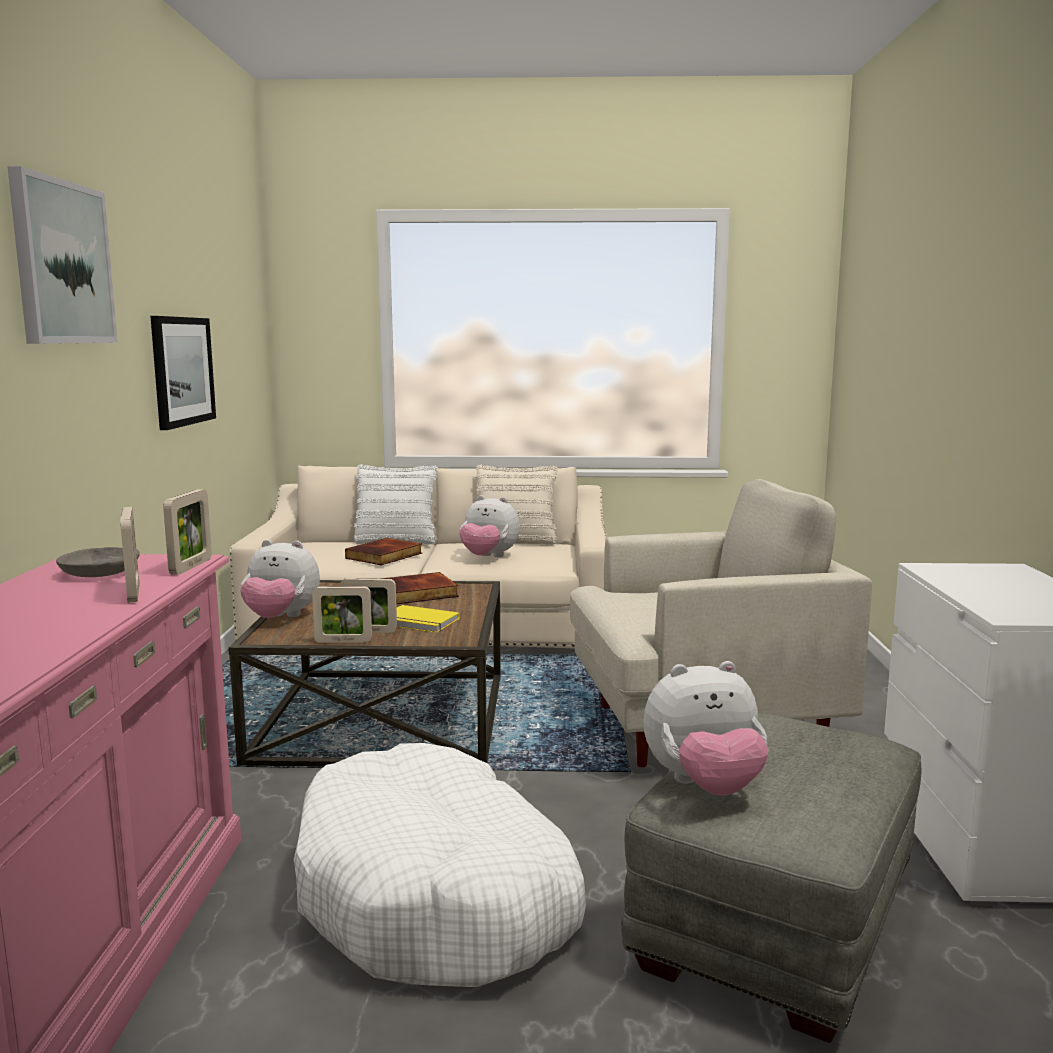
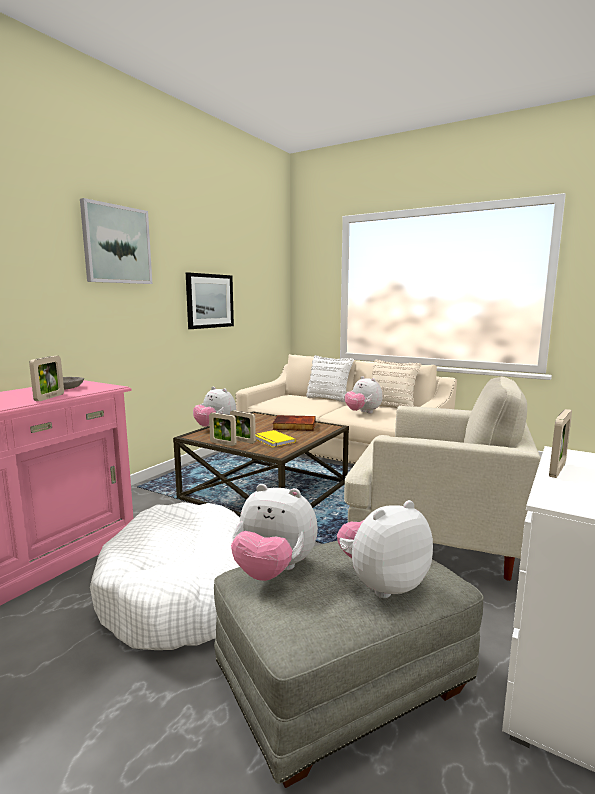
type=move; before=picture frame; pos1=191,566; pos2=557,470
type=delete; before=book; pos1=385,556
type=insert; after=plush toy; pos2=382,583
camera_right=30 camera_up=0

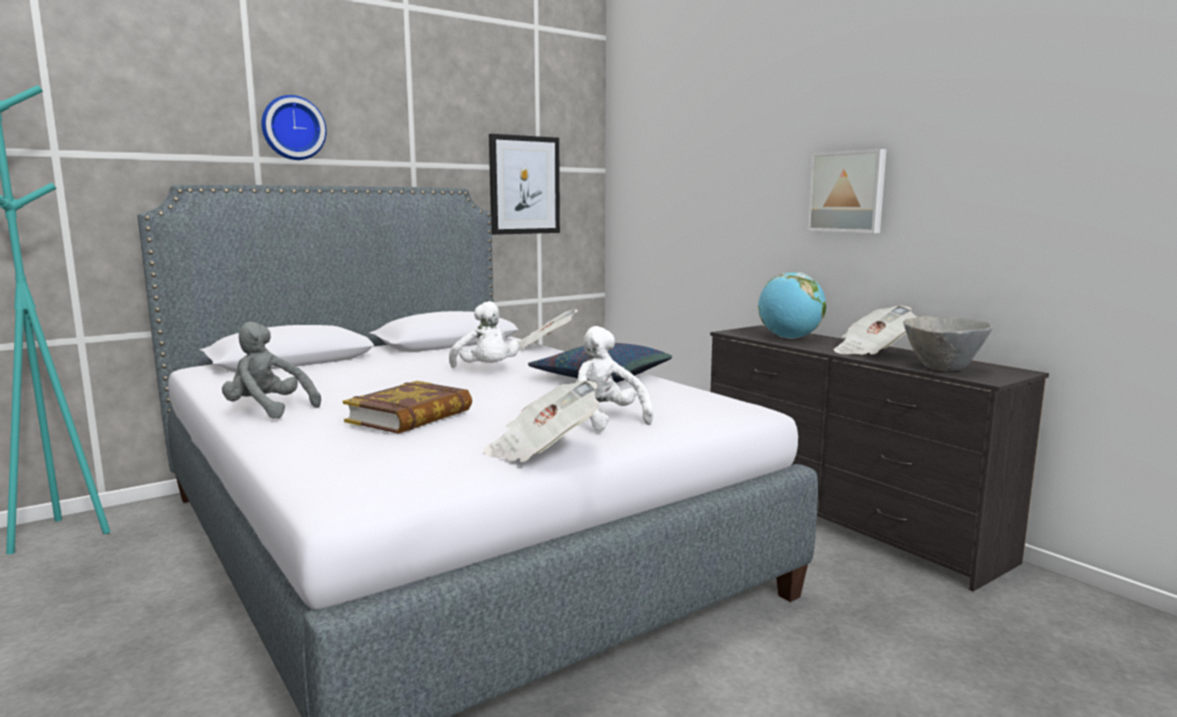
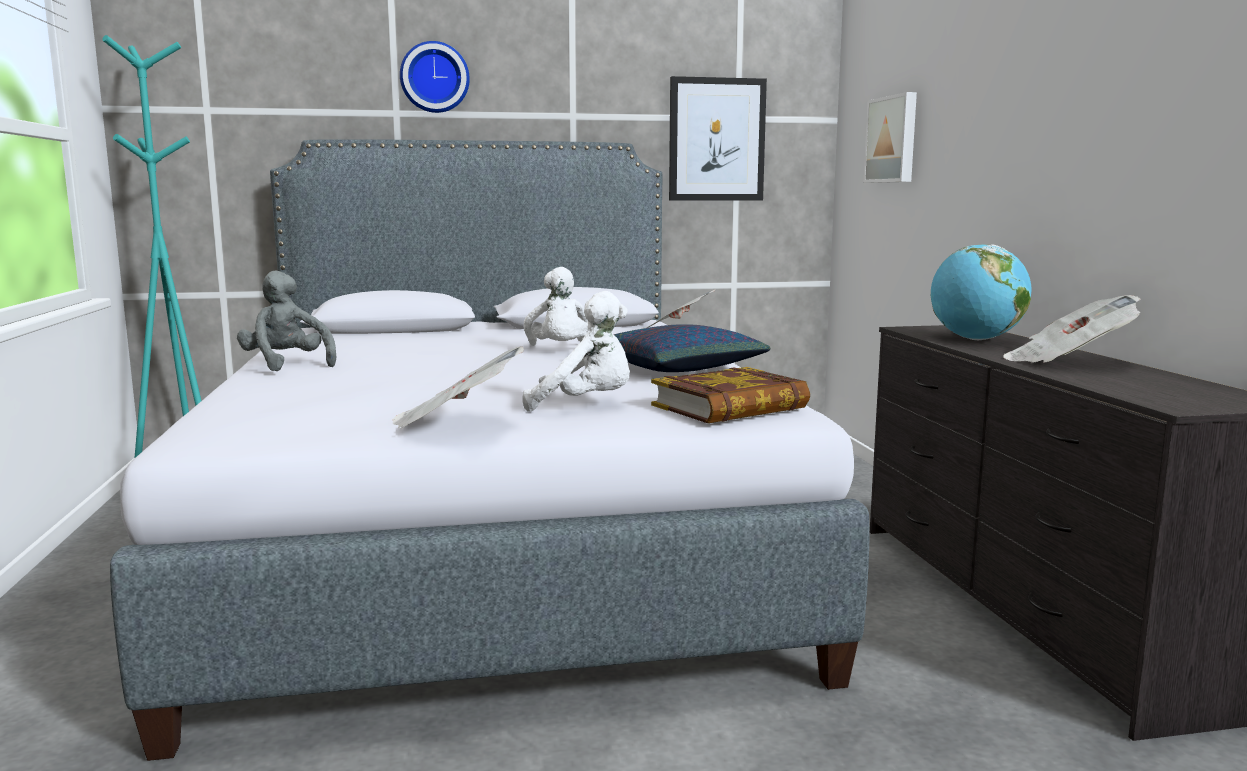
type=move; before=book; pos1=410,416; pos2=730,407
type=rotate; before=white plush toy; pos1=602,419; pos2=585,405; turn=105
type=move; before=picture; pos1=848,192; pos2=893,139
type=delete; before=grey bowl; pos1=942,368
camera_right=25 camera_up=0

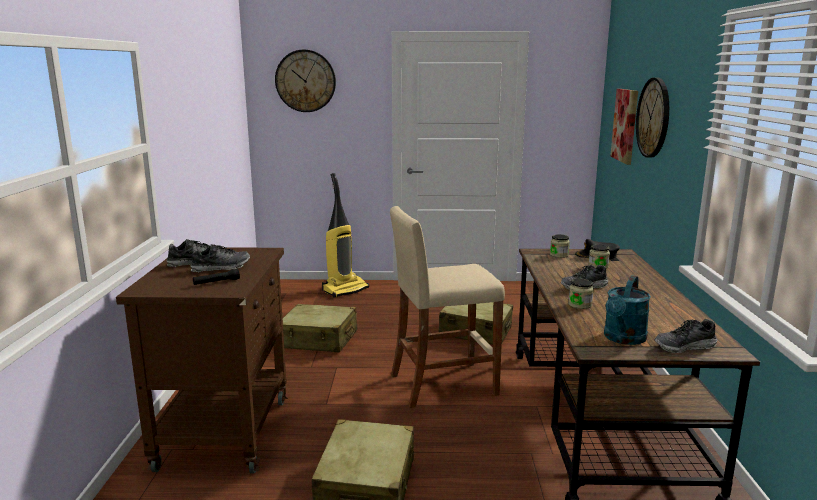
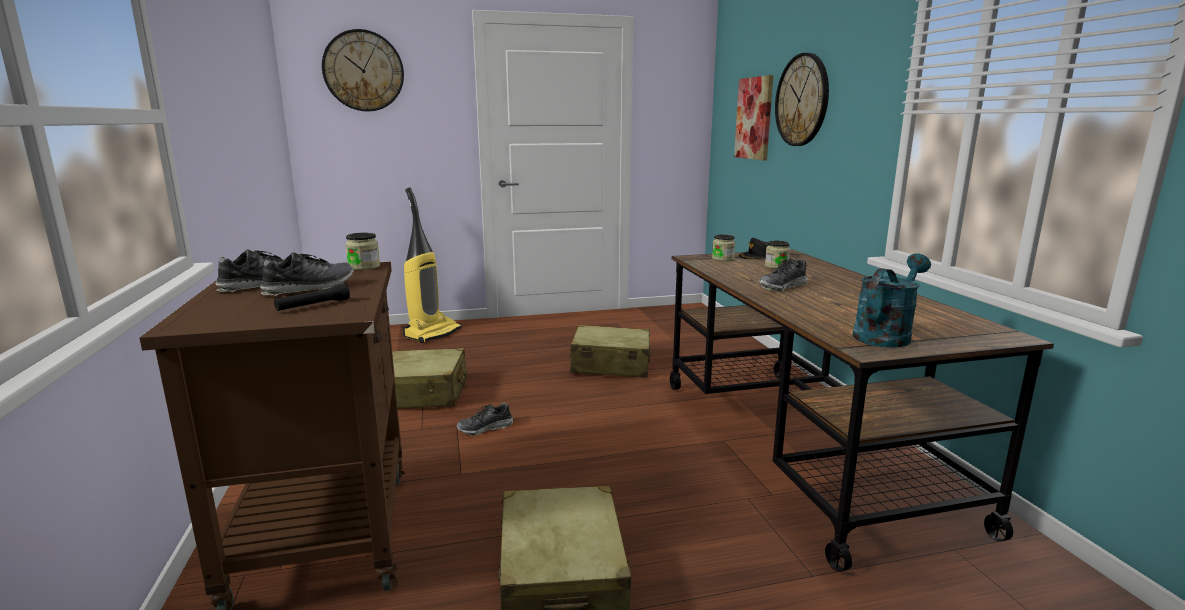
type=delete; before=beige stool; pos1=442,384
type=move; before=jar; pos1=580,305; pos2=364,267
type=rotate; before=turquoise watering can; pos1=623,339; pos2=885,335; turn=-150
type=move; before=shoe; pos1=684,347; pos2=485,428
camera_right=-15 camera_up=0

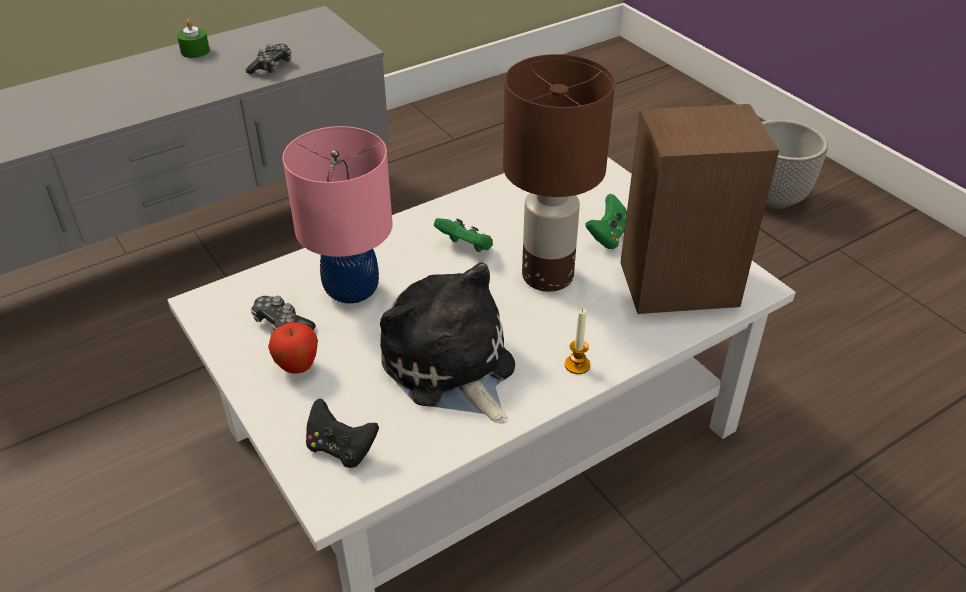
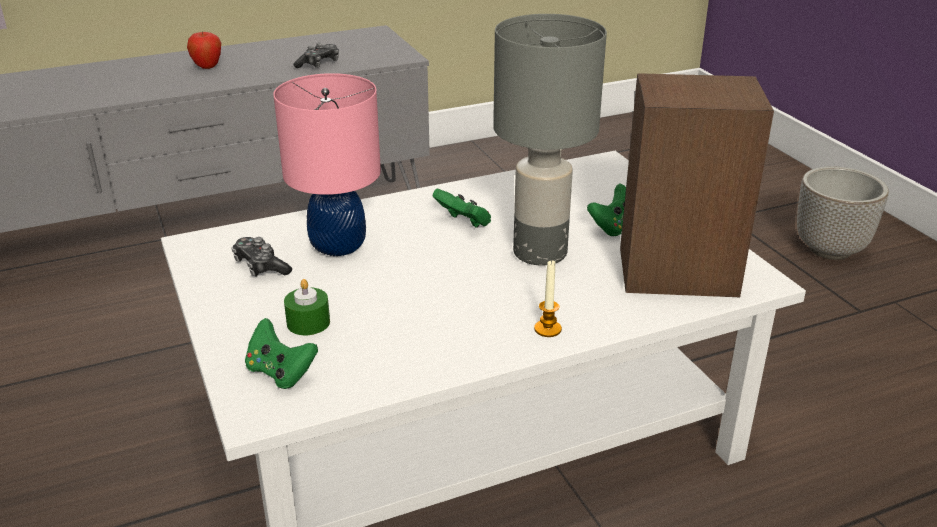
type=move; before=green candle; pos1=195,51; pos2=308,322
type=move; before=apple; pos1=297,367; pos2=207,67
type=recolor; before=black game controller; after=green game controller; pos1=341,448; pos2=280,373
type=delete; before=plush toy; pos1=450,368
type=recolor; before=brown table lamp; after=grey table lamp; pos1=548,275; pos2=540,252
camera_right=10 camera_up=-10

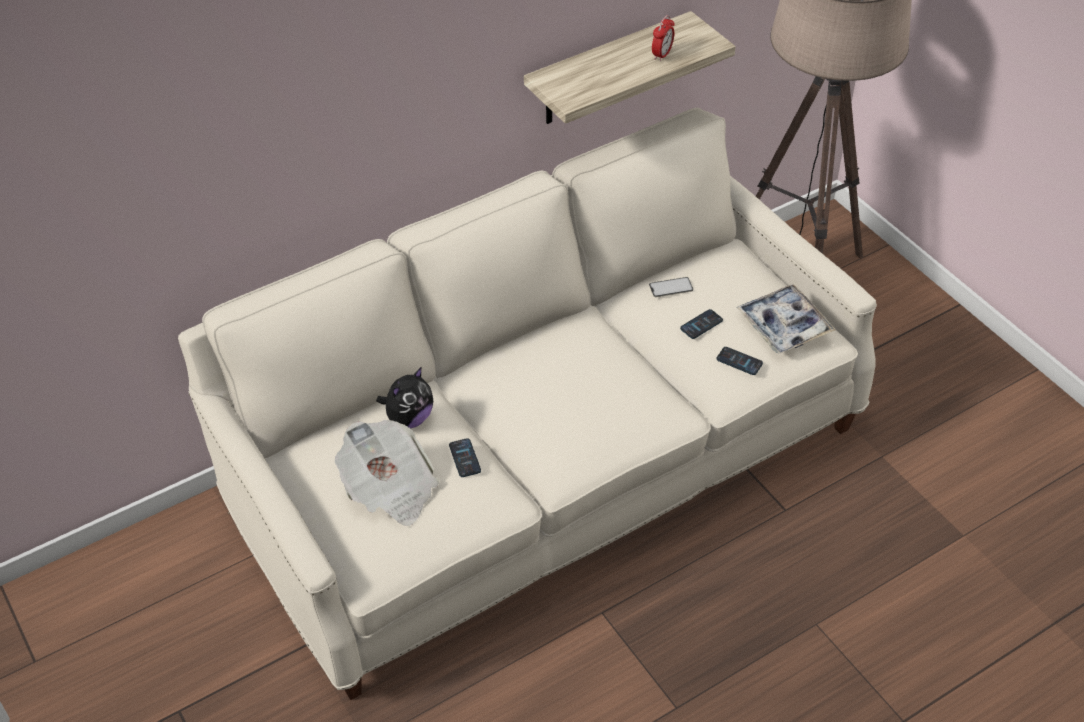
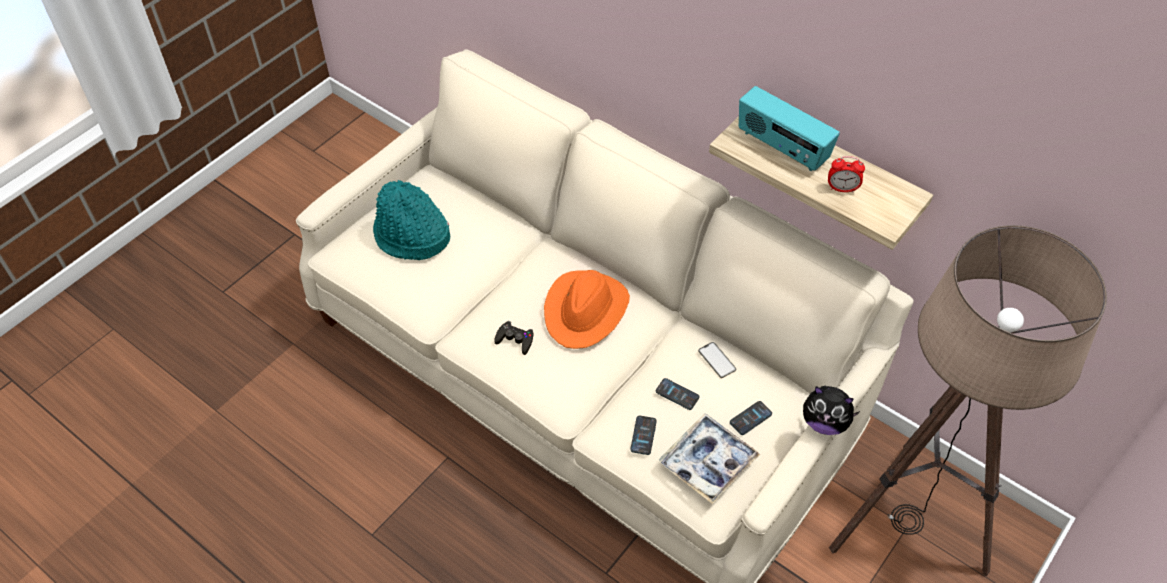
type=replace; before=newspaper; after=turquoise hat; pos1=390,489; pos2=411,237
type=move; before=plush toy; pos1=409,418; pos2=824,422
type=move; before=phone; pos1=465,458; pos2=750,418
type=insert; after=black game controller; pos2=515,340
type=insert; after=orange hat; pos2=585,311
type=insert; after=radio; pos2=782,148
camera_right=70 camera_up=5

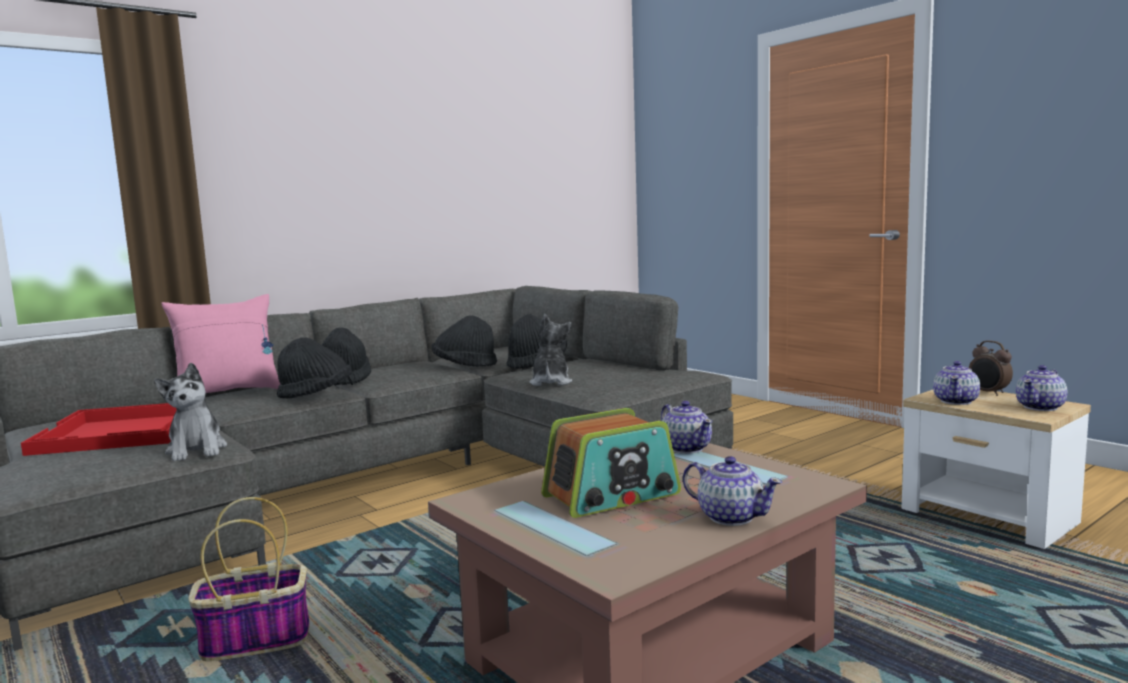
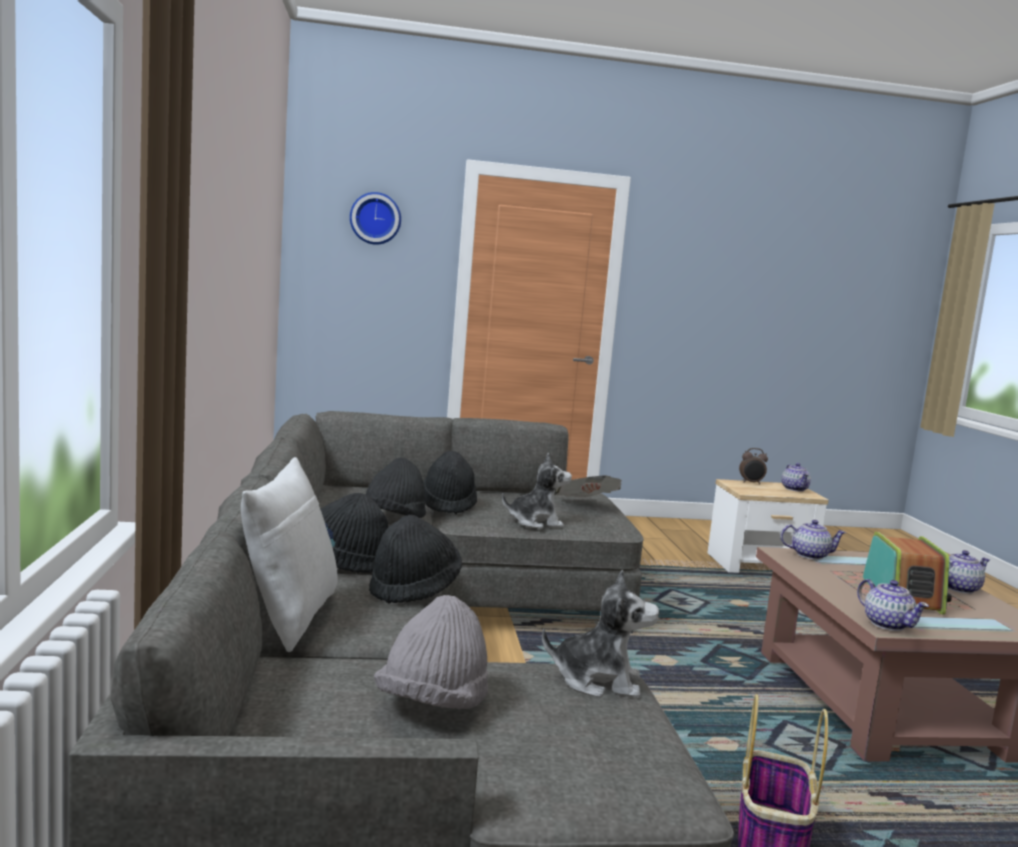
type=replace; before=red tray; after=grey hat; pos1=122,431; pos2=433,704
type=recolor; before=pink pillow; after=grey pillow; pos1=228,393; pos2=290,619
type=rotate; before=plush toy; pos1=550,382; pos2=535,522; turn=135
type=move; before=teapot; pos1=956,401; pos2=887,624
type=insert; after=wall clock; pos2=375,218
type=insert; after=newspaper; pos2=586,505
camera_right=-60 camera_up=0

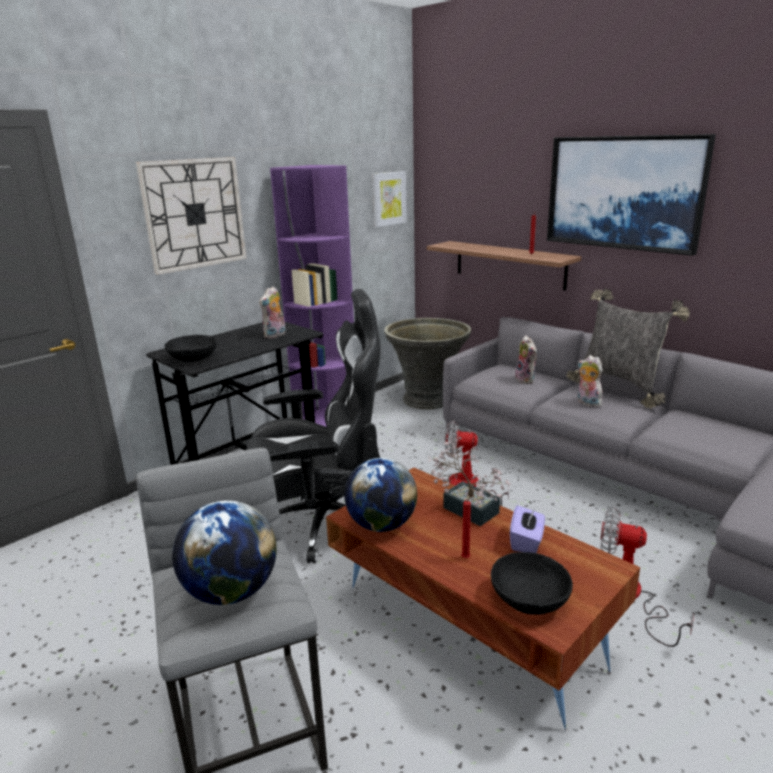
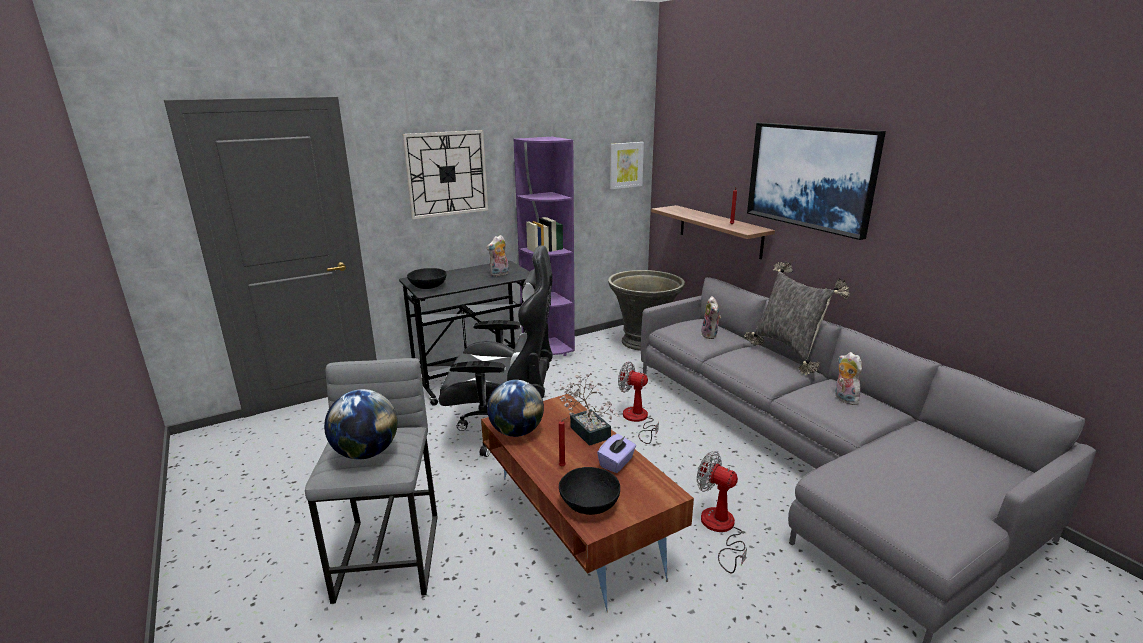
type=move; before=plush toy; pos1=587,403; pos2=843,399
camera_right=15 camera_up=0

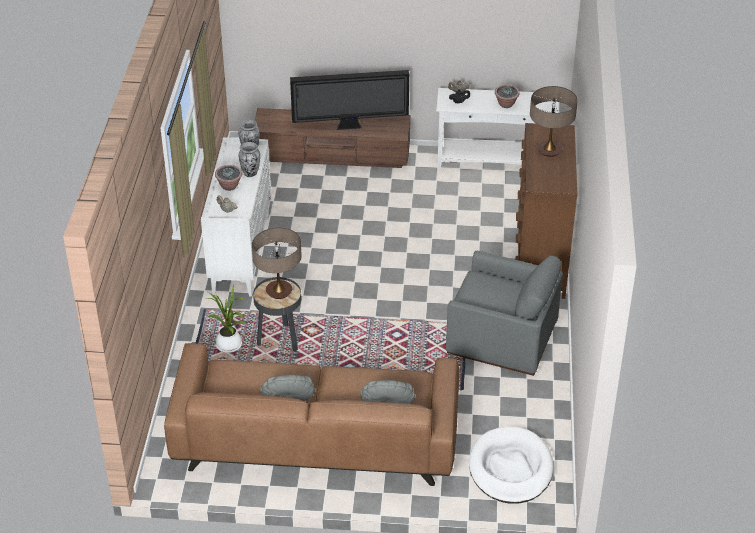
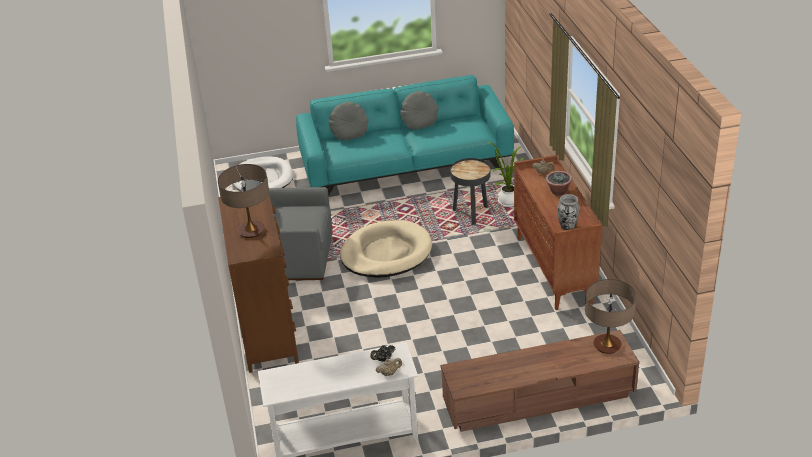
type=recolor; before=brown sofa; after=turquoise sofa; pos1=315,440; pos2=405,164
type=recolor; before=white cabinet; after=brown cabinet; pos1=241,253; pos2=553,270
type=delete; before=vase; pos1=250,173
type=move; before=table lamp; pos1=279,291; pos2=607,345
type=delete; before=television; pos1=350,126
type=delete; before=potted plant; pos1=506,104
type=insert; after=beige dog bed; pos2=386,253
camera_right=165 camera_up=-5

